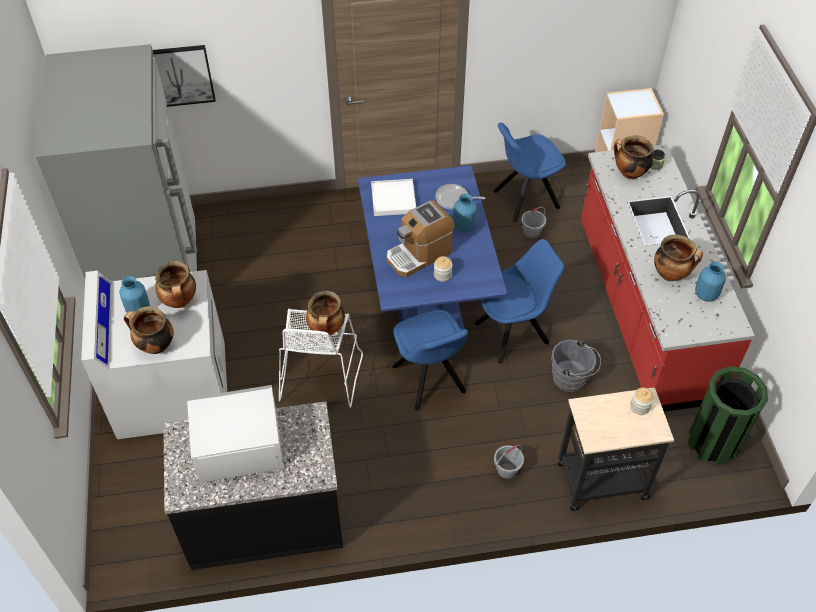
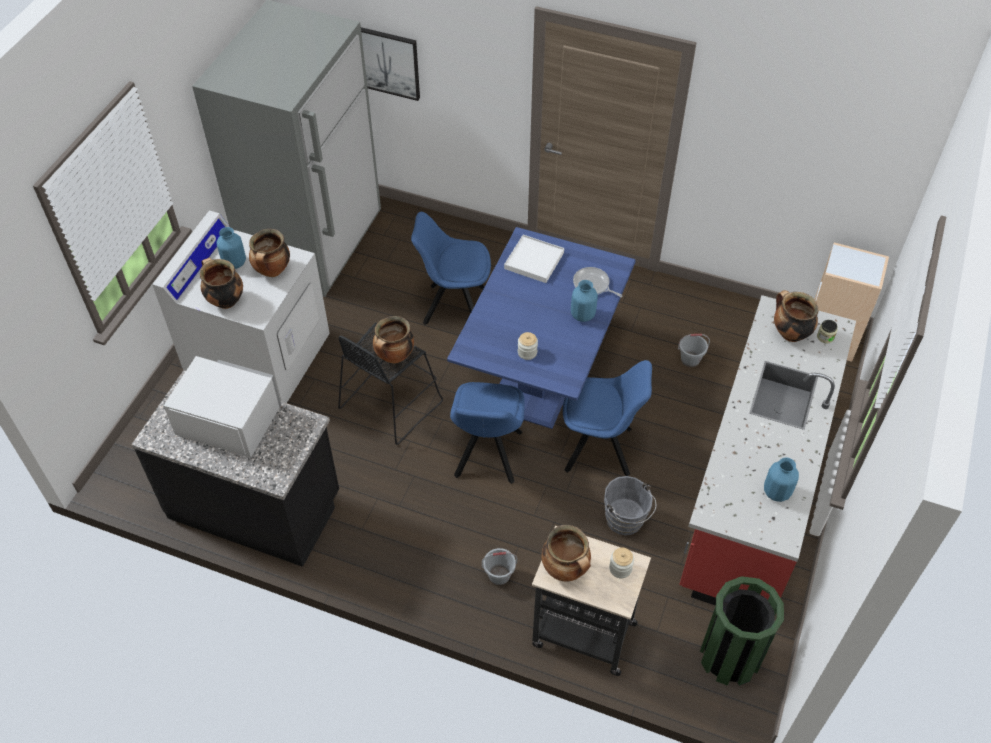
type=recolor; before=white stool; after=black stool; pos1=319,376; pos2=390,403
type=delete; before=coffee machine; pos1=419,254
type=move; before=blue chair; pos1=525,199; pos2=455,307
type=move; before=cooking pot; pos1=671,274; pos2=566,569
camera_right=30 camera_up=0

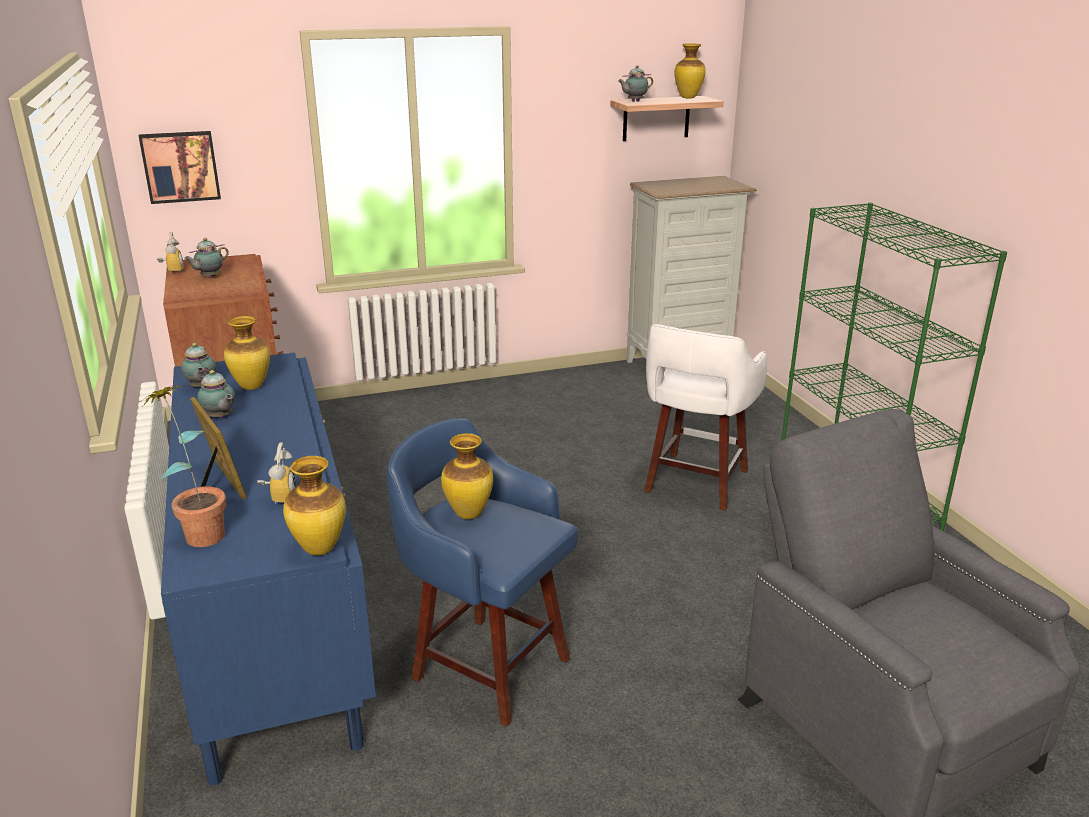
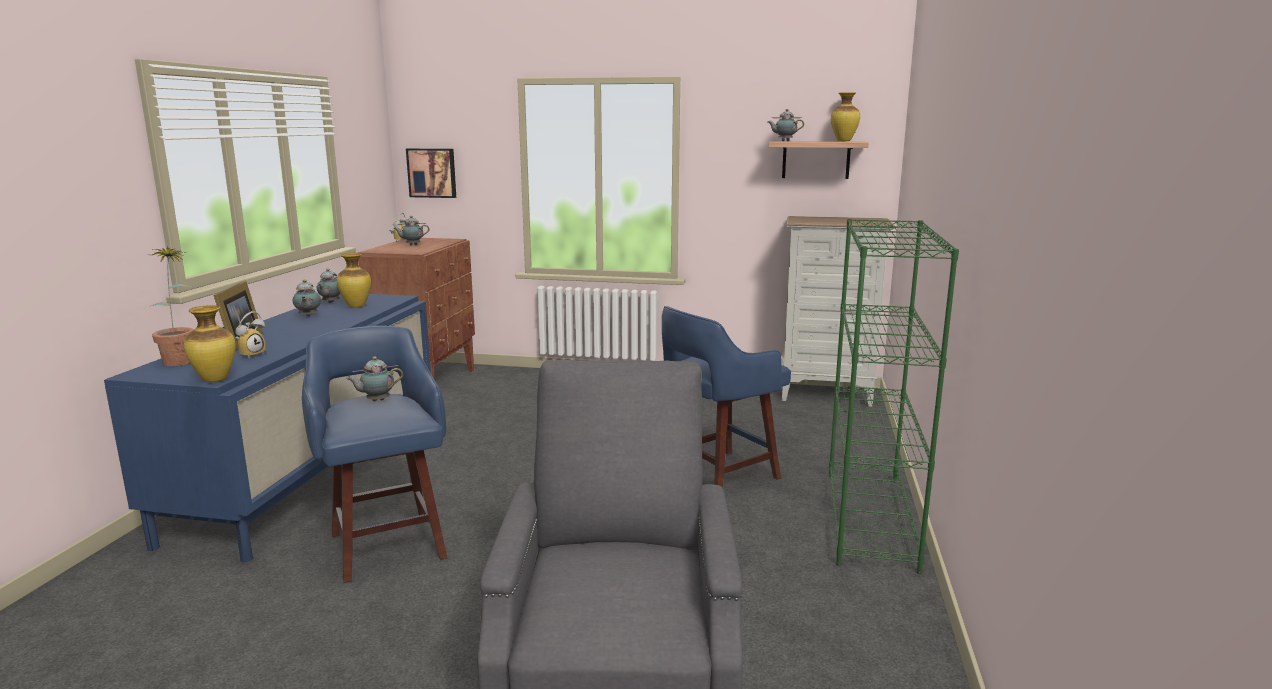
type=replace; before=vase; after=teapot; pos1=468,514; pos2=376,400
type=recolor; before=white stool; after=blue stool; pos1=694,483; pos2=718,476
camera_right=30 camera_up=-10

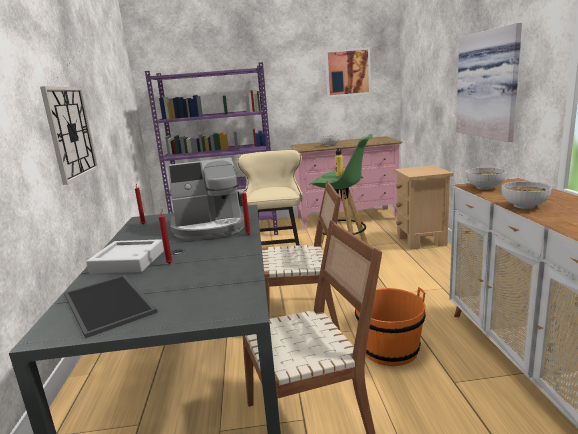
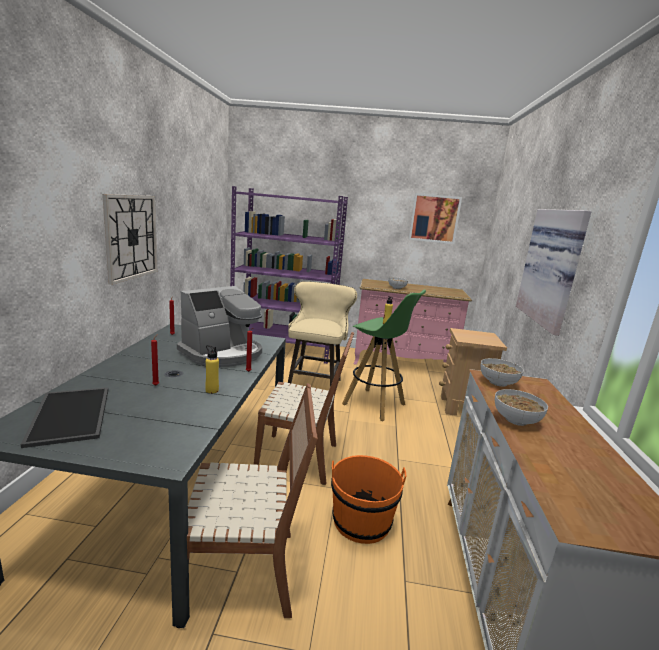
type=delete; before=grey tray; pos1=128,261
type=rotate; before=coffee machine; pos1=210,227; pos2=223,354; turn=-45
type=insert; after=yellow bottle; pos2=212,390
camera_right=10 camera_up=0

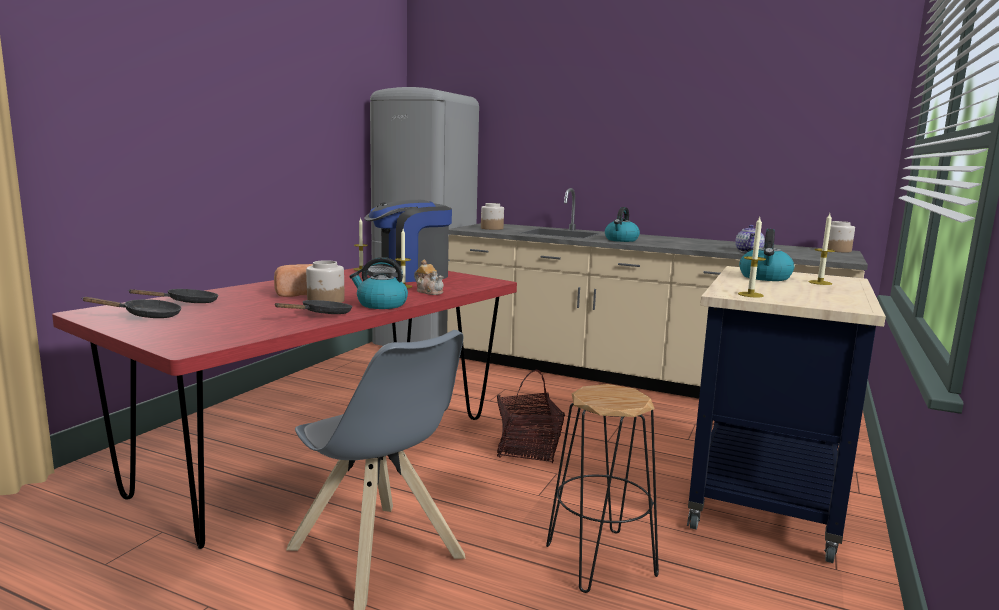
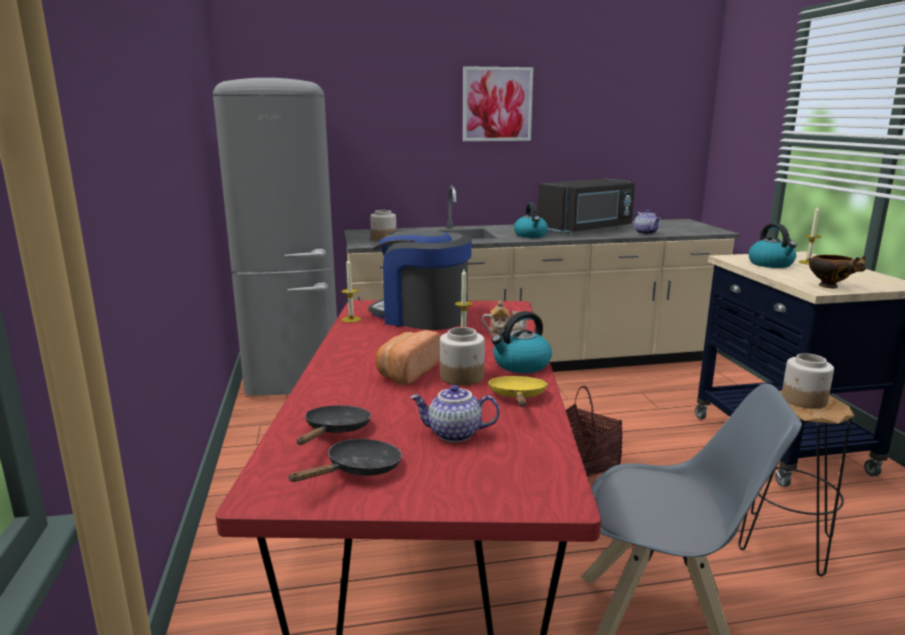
type=recolor; before=black frying pan; after=yellow frying pan; pos1=322,314; pos2=518,397
type=rotate; before=coffee machine; pos1=409,275; pos2=422,316; turn=90
type=replace; before=candle; after=bowl; pos1=750,294; pos2=830,286
type=move; before=jar; pos1=836,250; pos2=804,400
type=insert; after=teapot; pos2=454,434
type=insert; after=picture; pos2=497,104
type=insert; after=black microwave; pos2=587,229
camera_right=-35 camera_up=5

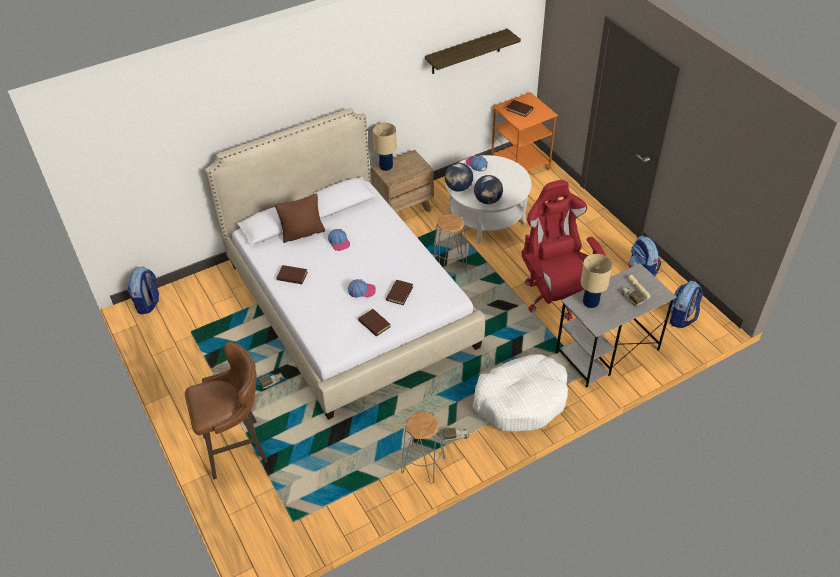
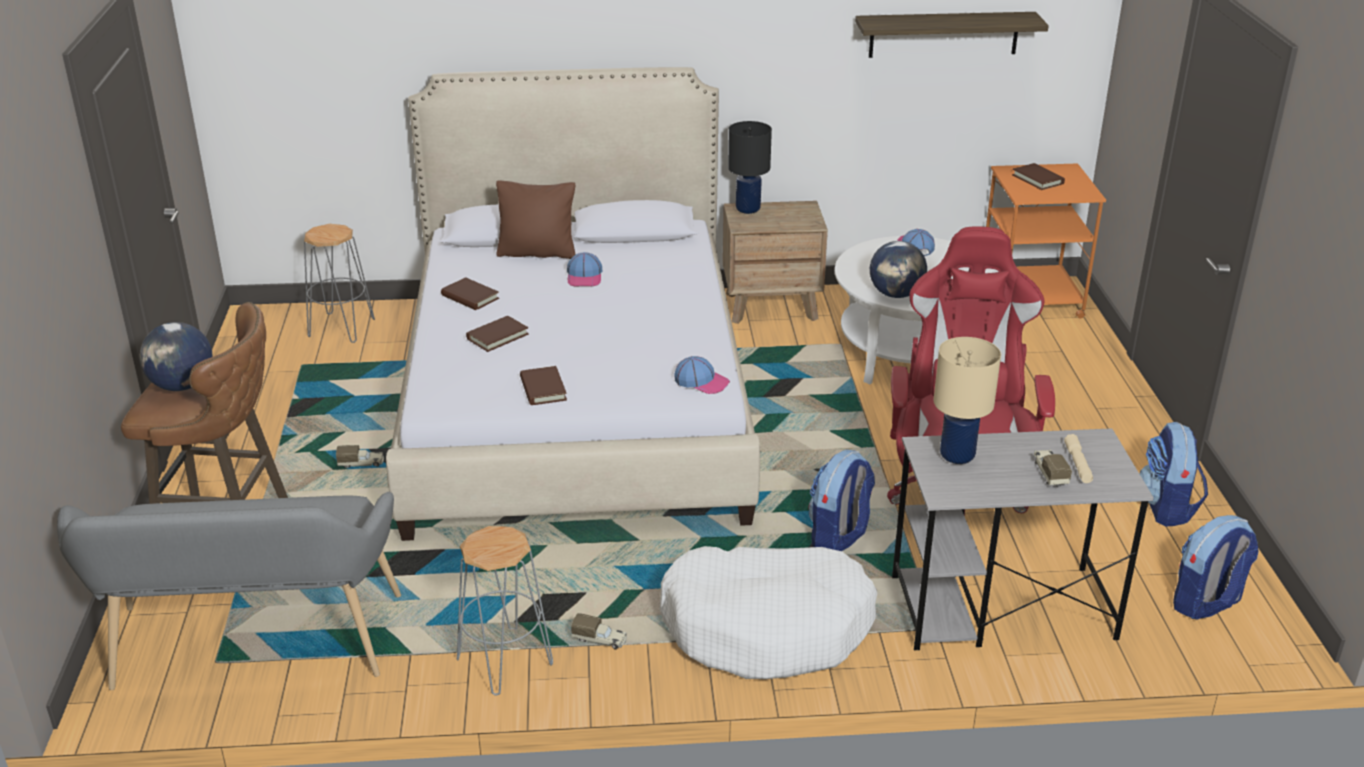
type=move; before=backpack; pos1=148,303; pos2=839,537
type=move; before=cap; pos1=362,290; pos2=702,381
type=recolor; before=beige table lamp; after=black table lamp; pos1=386,167; pos2=748,210
type=move; before=brown book; pos1=399,293; pos2=497,336
type=move; before=grey stool; pos1=449,265; pos2=341,328
type=move; before=globe; pos1=458,188; pos2=181,386
type=insert; after=grey bench; pos2=252,650
camera_right=25 camera_up=-15

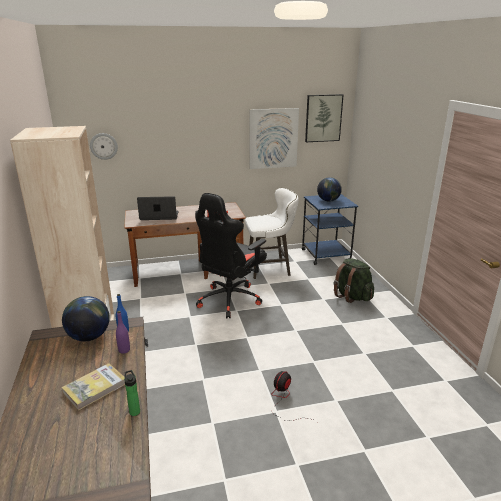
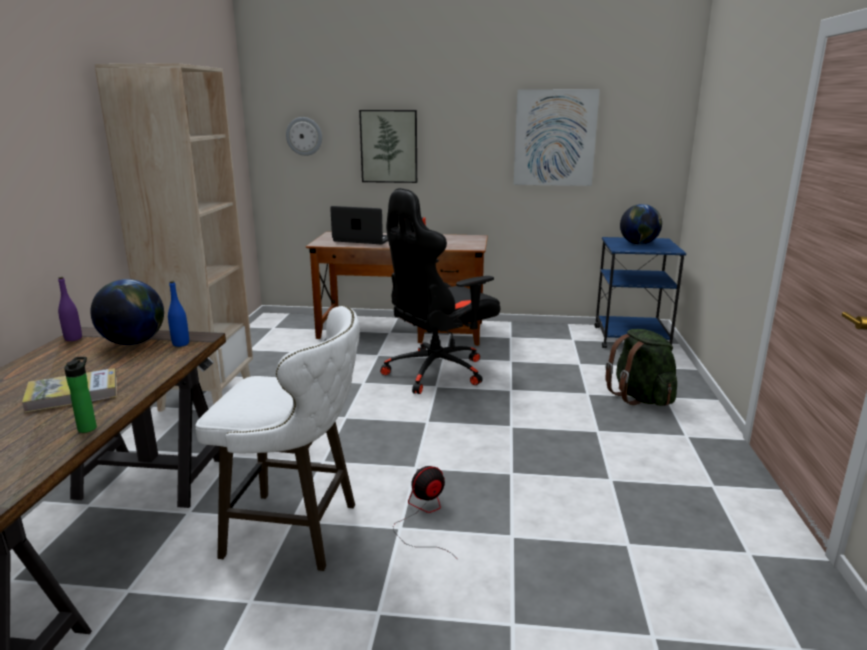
type=move; before=purple bottle; pos1=124,350; pos2=73,338
type=move; before=white stool; pos1=270,268; pos2=297,531
type=move; before=picture; pos1=323,118; pos2=389,146
camera_right=20 camera_up=-5

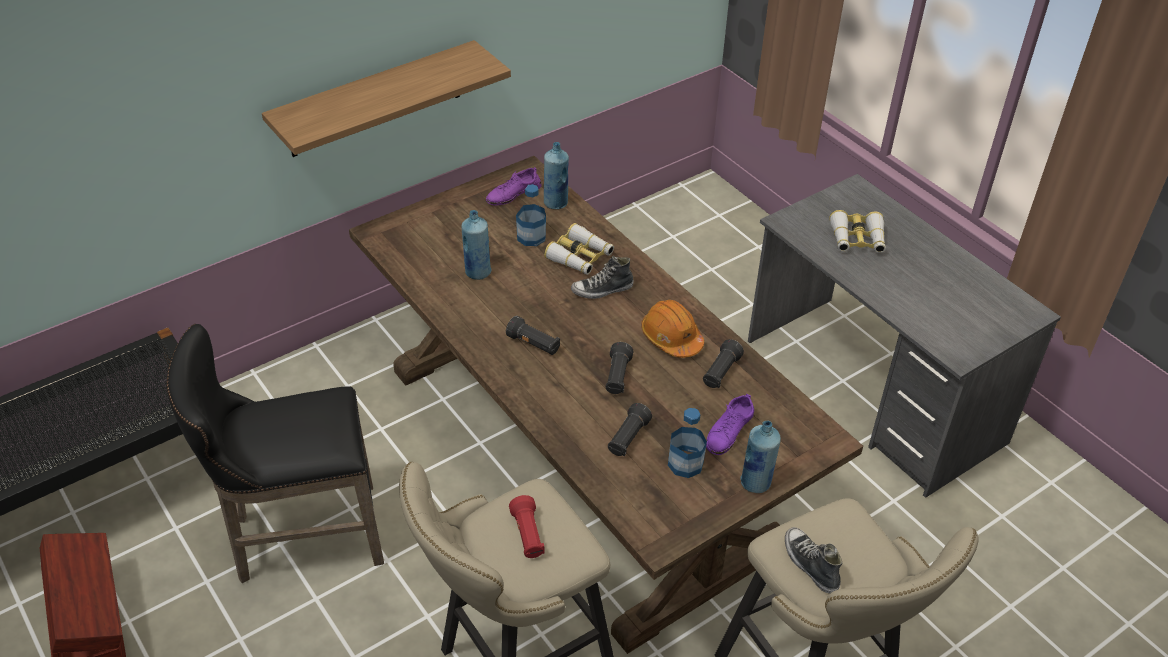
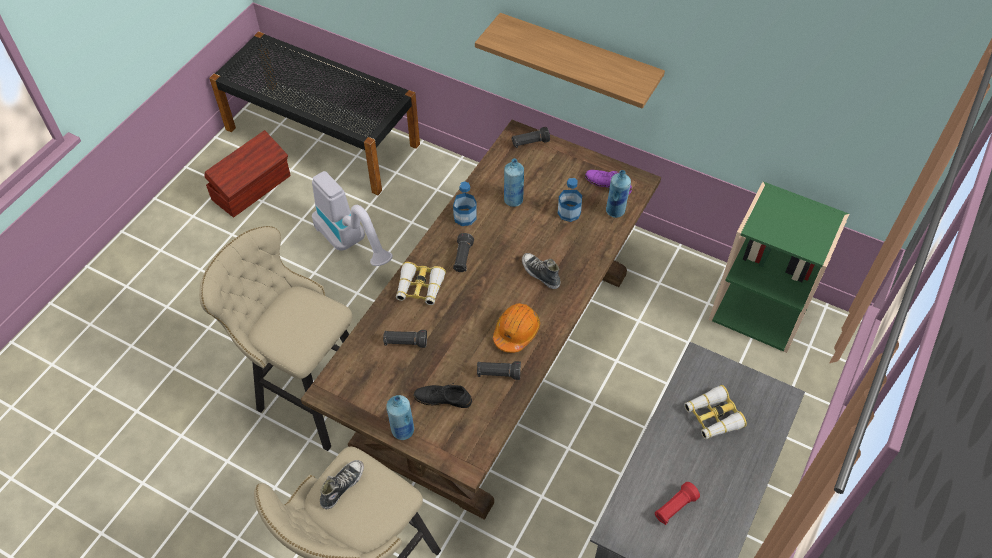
type=replace; before=black stool; after=vacuum cleaner; pos1=299,537; pos2=351,243
type=move; before=red flashlight; pos1=528,535; pos2=674,507
type=move; before=binoculars; pos1=580,257; pos2=420,288
type=move; before=black flashlight; pos1=617,377; pos2=530,143
type=move; before=bottle; pos1=685,464; pos2=465,217
type=recolor; before=purple shoe; after=black shoe; pos1=729,431; pos2=443,398
type=insert; after=green bookcase; pos2=760,311
camera_right=65 camera_up=10

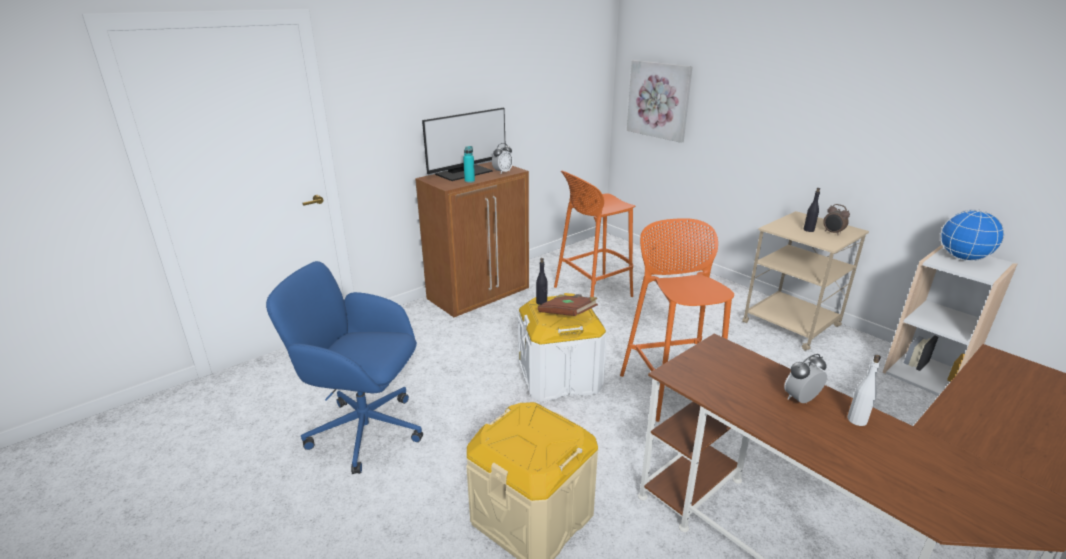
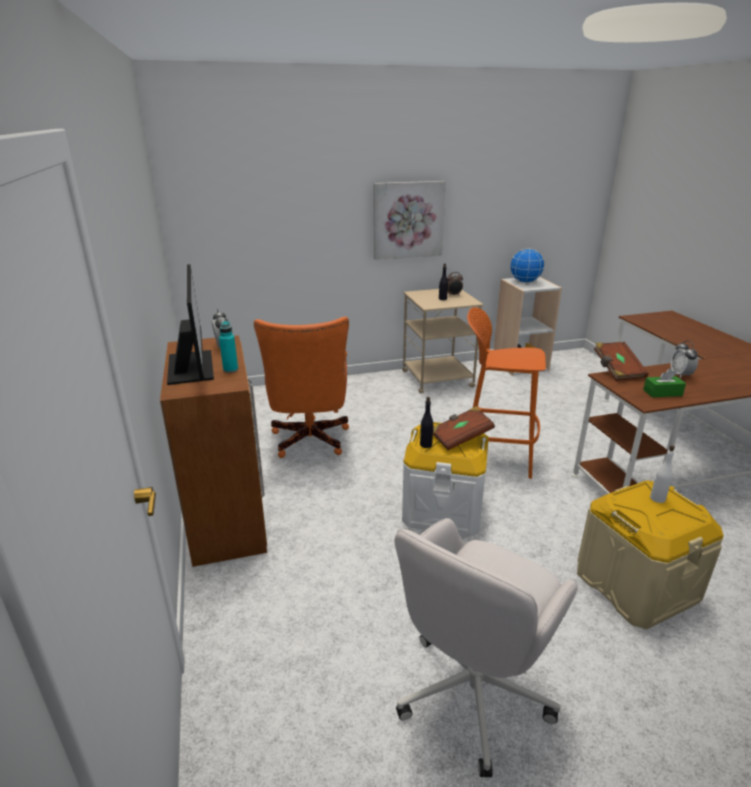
type=recolor; before=blue office chair; after=white office chair; pos1=367,431; pos2=472,694
type=replace; before=orange stool; after=orange office chair; pos1=593,294; pos2=310,442
type=move; before=picture; pos1=659,100; pos2=408,220
type=move; before=white bottle; pos1=856,420; pos2=657,498
type=insert; after=brown book; pos2=617,370
type=insert; after=green tissue box; pos2=662,393
camera_right=-65 camera_up=0

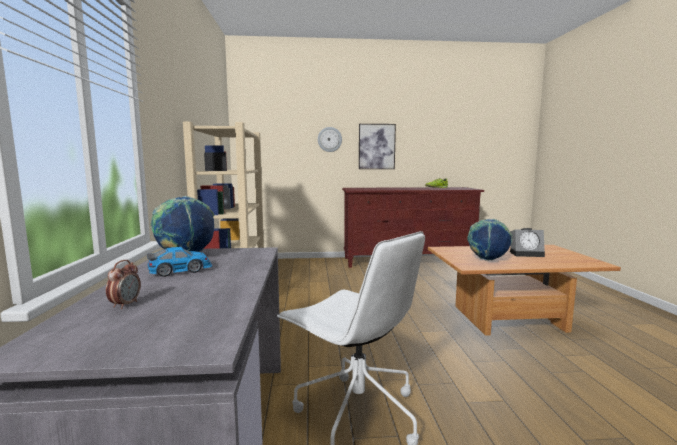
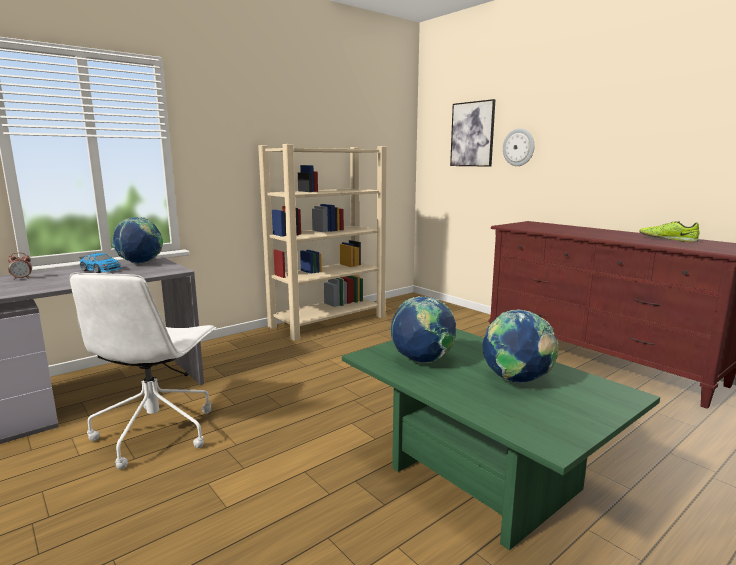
type=move; before=picture; pos1=376,146; pos2=472,134
type=recolor; before=brown coffee table; after=green coffee table; pos1=508,319; pos2=479,479
type=replace; before=alarm clock; after=globe; pos1=527,254; pos2=516,381
camera_right=55 camera_up=5

